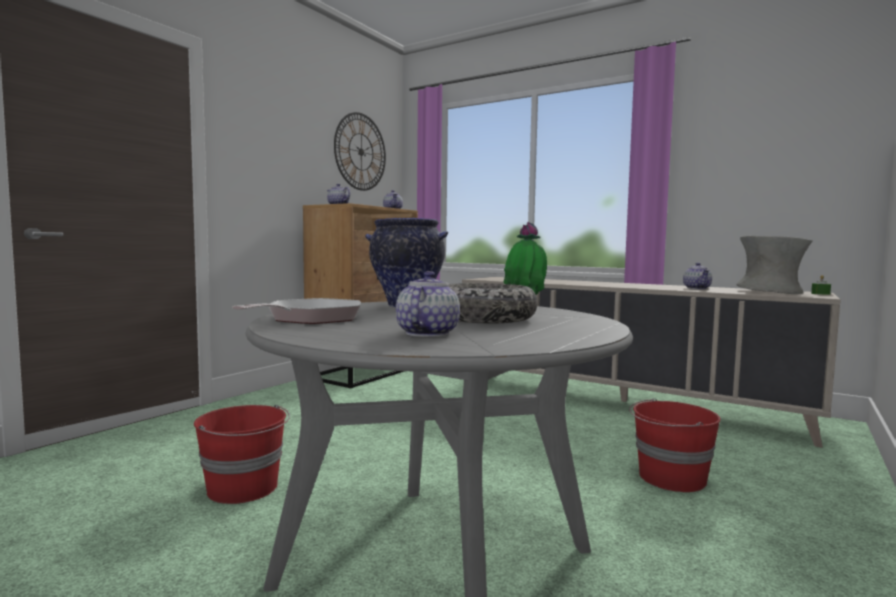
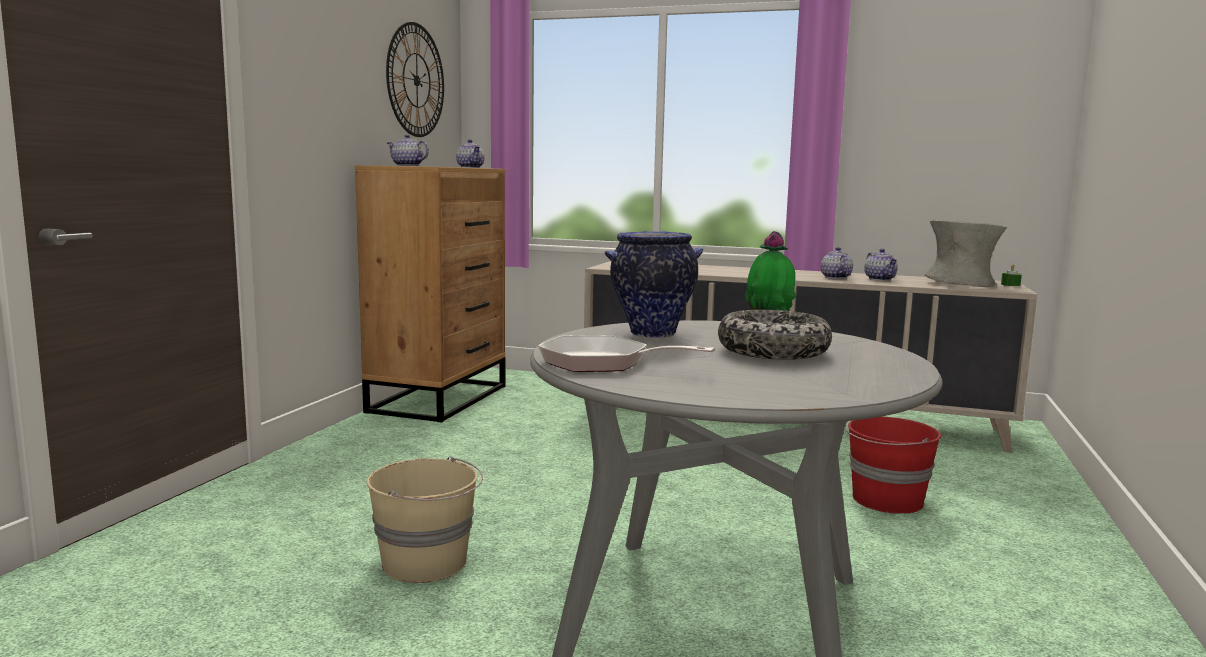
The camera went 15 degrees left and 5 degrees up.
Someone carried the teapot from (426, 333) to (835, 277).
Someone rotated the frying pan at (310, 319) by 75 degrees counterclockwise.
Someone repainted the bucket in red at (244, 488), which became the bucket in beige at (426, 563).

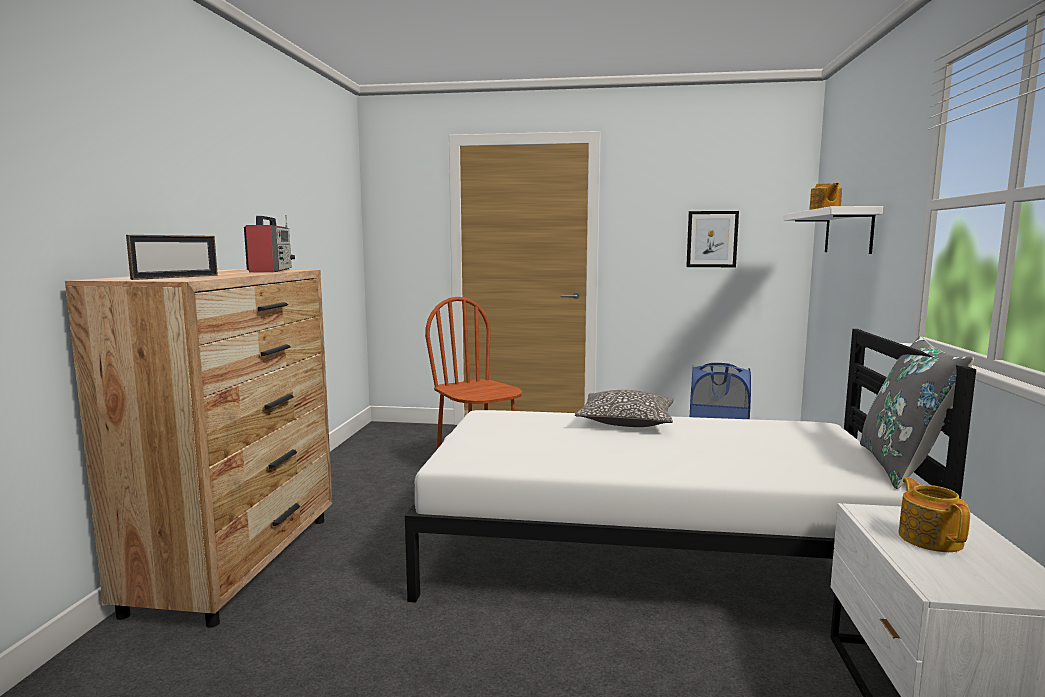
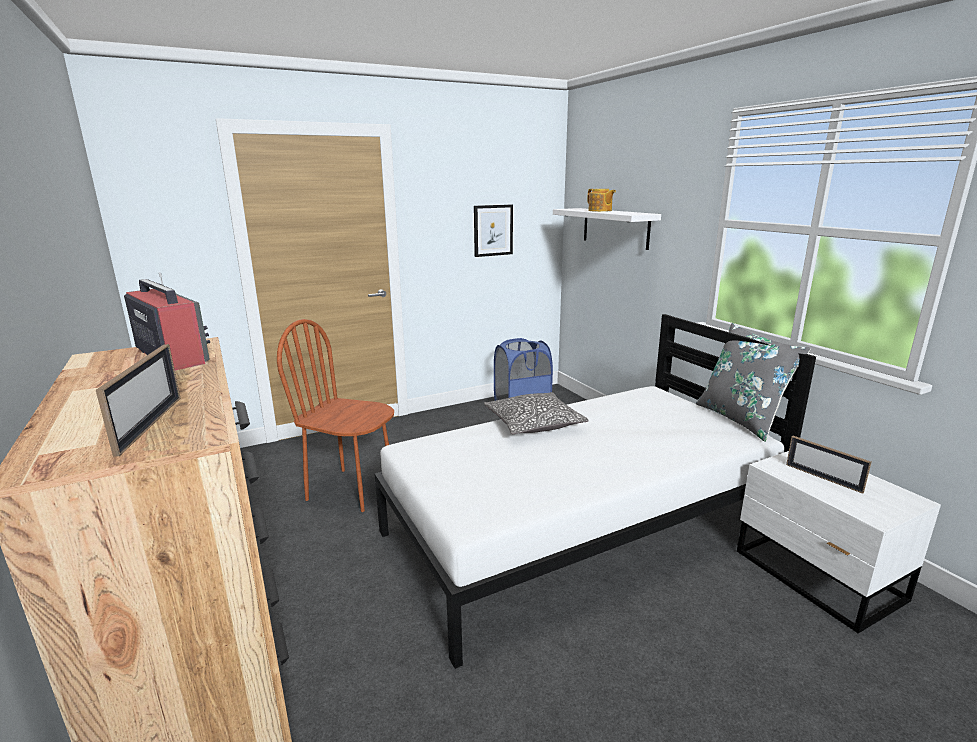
The camera went 35 degrees left and 10 degrees up.
Someone swapped the teapot at (930, 538) for the picture frame at (823, 478).

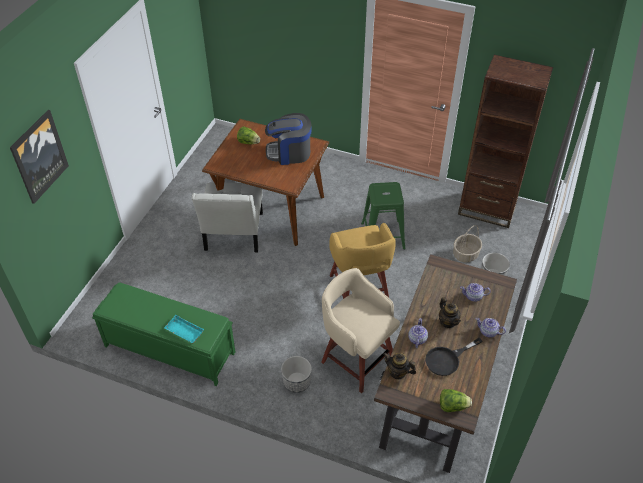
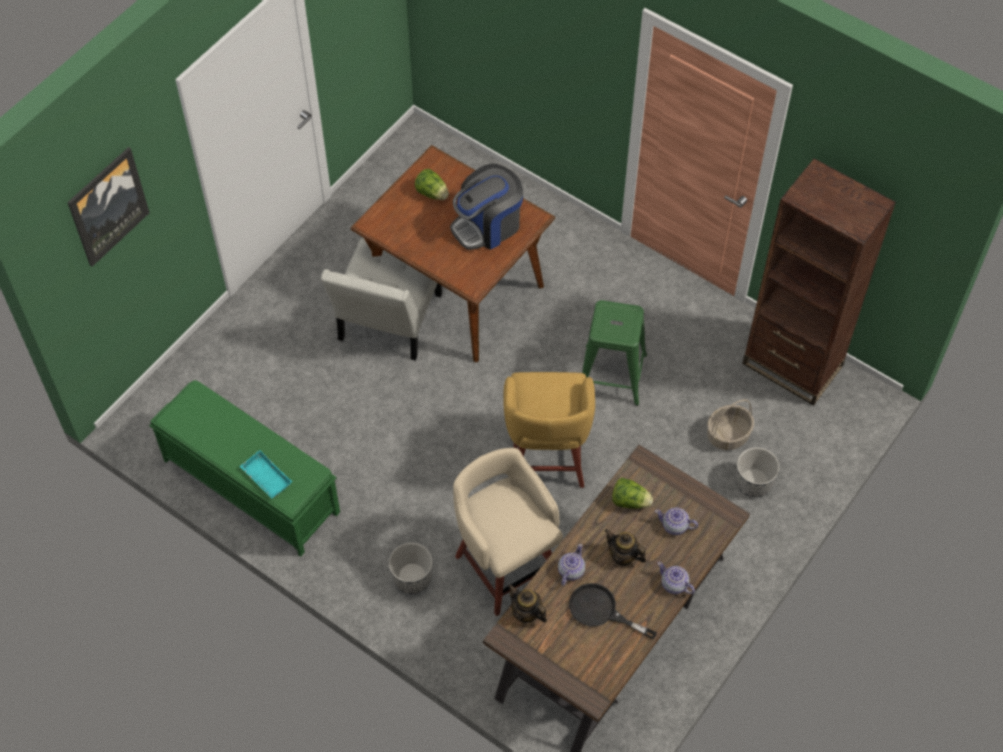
The camera went 15 degrees right and 10 degrees up.
Someone rotated the coffee machine at (289, 153) by 45 degrees counterclockwise.
Someone rotated the teapot at (448, 322) by 135 degrees clockwise.
Someone rotated the frying pan in black at (447, 359) by 45 degrees clockwise.
Someone carried the lettuce from (452, 406) to (630, 501).

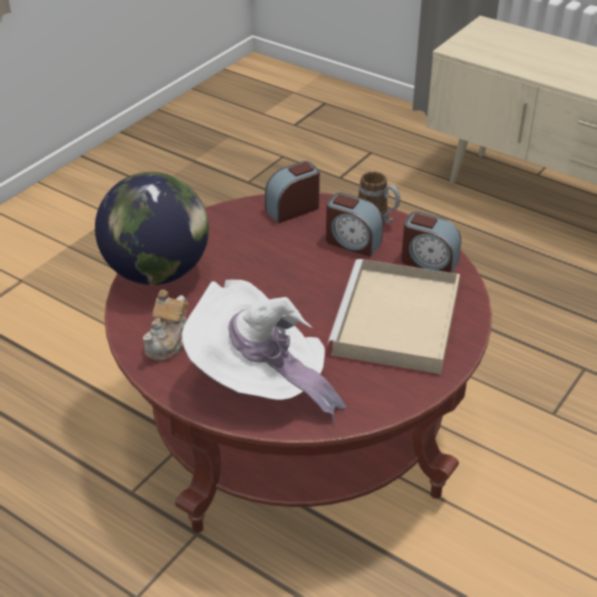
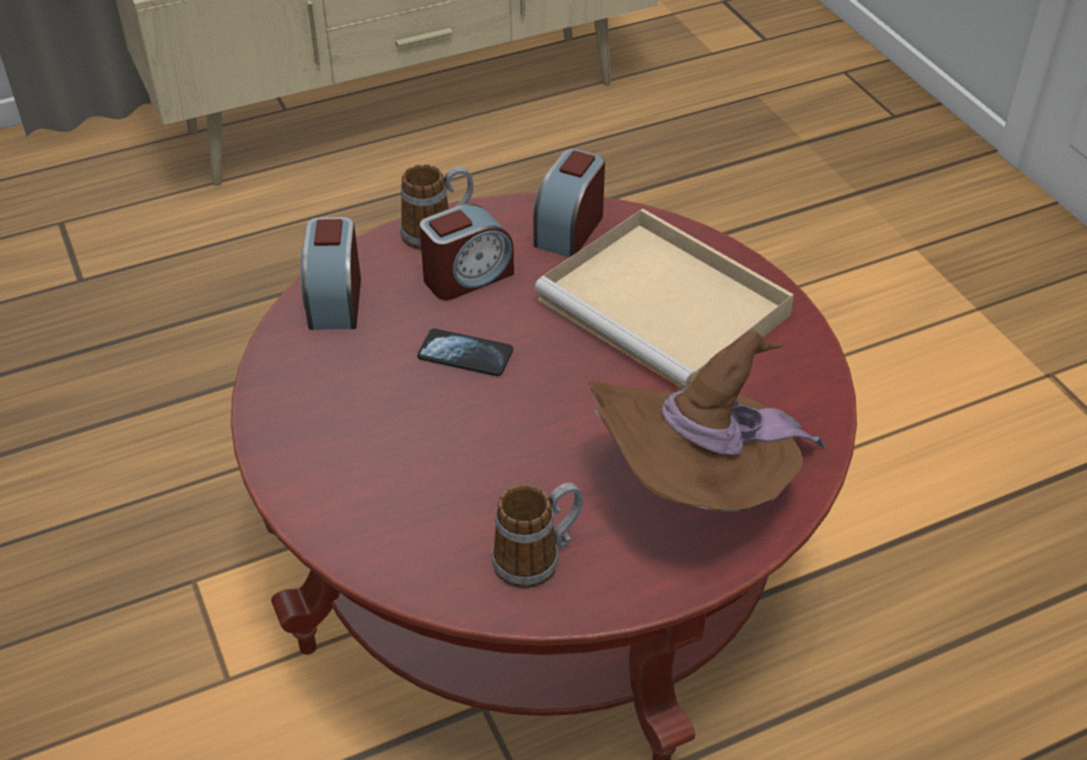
The camera went 60 degrees left and 5 degrees up.
Someone took away the globe at (157, 273).
Someone rotated the alarm clock at (428, 262) by 150 degrees clockwise.
Someone repainted the hat in white at (261, 383), which became the hat in brown at (698, 489).
Someone swapped the teapot at (169, 342) for the mug at (538, 558).
Someone put down the phone at (465, 354).

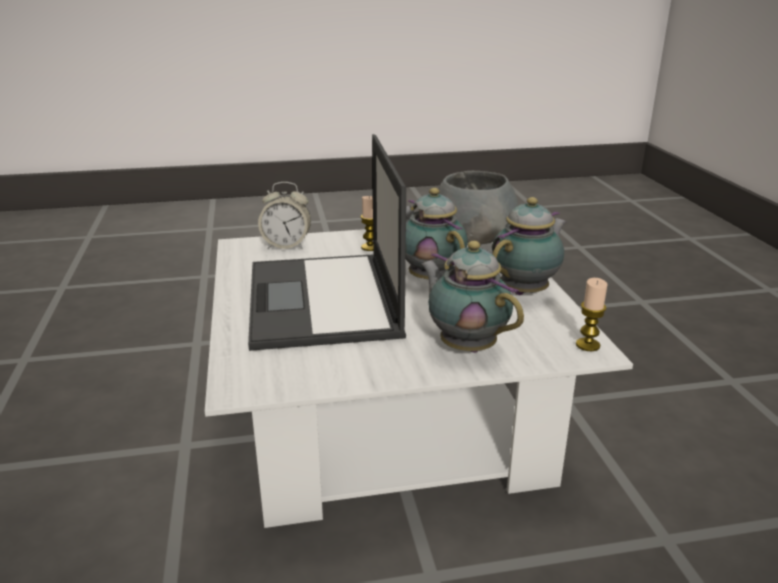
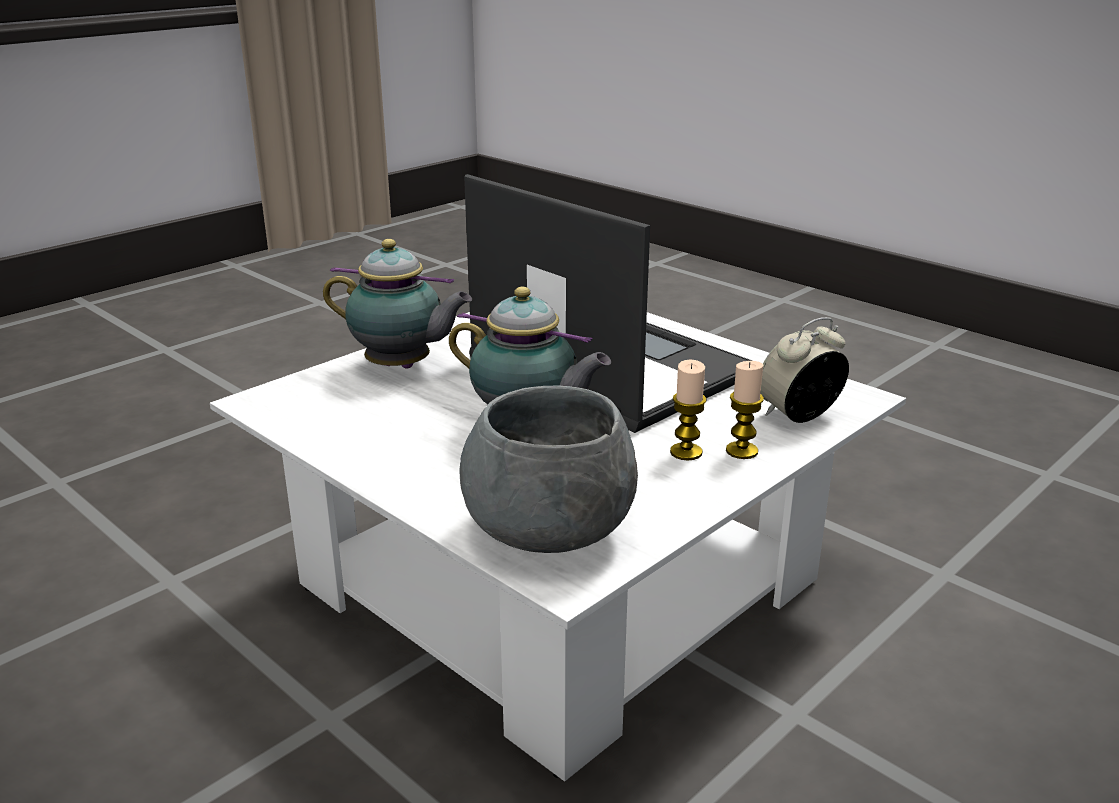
The camera went 145 degrees right and 0 degrees up.
Someone took away the teapot at (526, 291).
Someone carried the candle from (587, 345) to (741, 451).

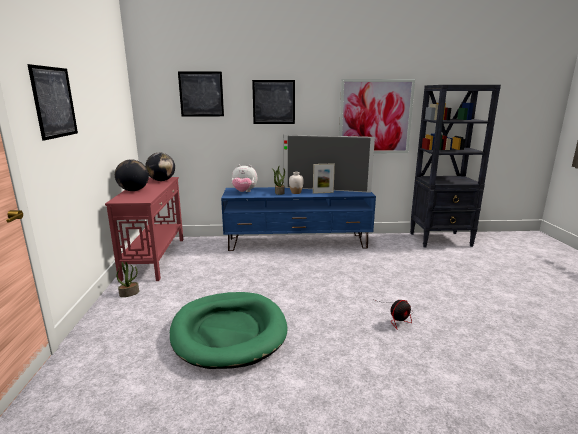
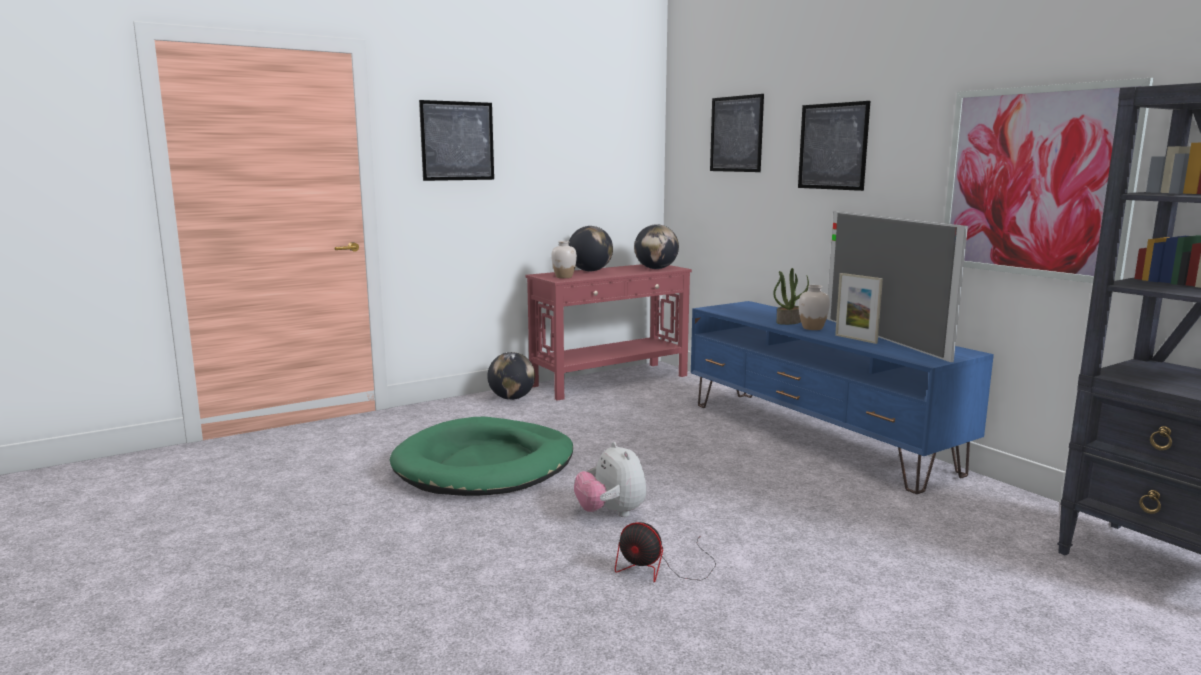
The camera went 60 degrees right and 5 degrees down.
Someone carried the plush toy from (244, 192) to (611, 513).
Someone swapped the potted plant at (129, 293) for the globe at (512, 398).
Someone put down the vase in white at (564, 277).

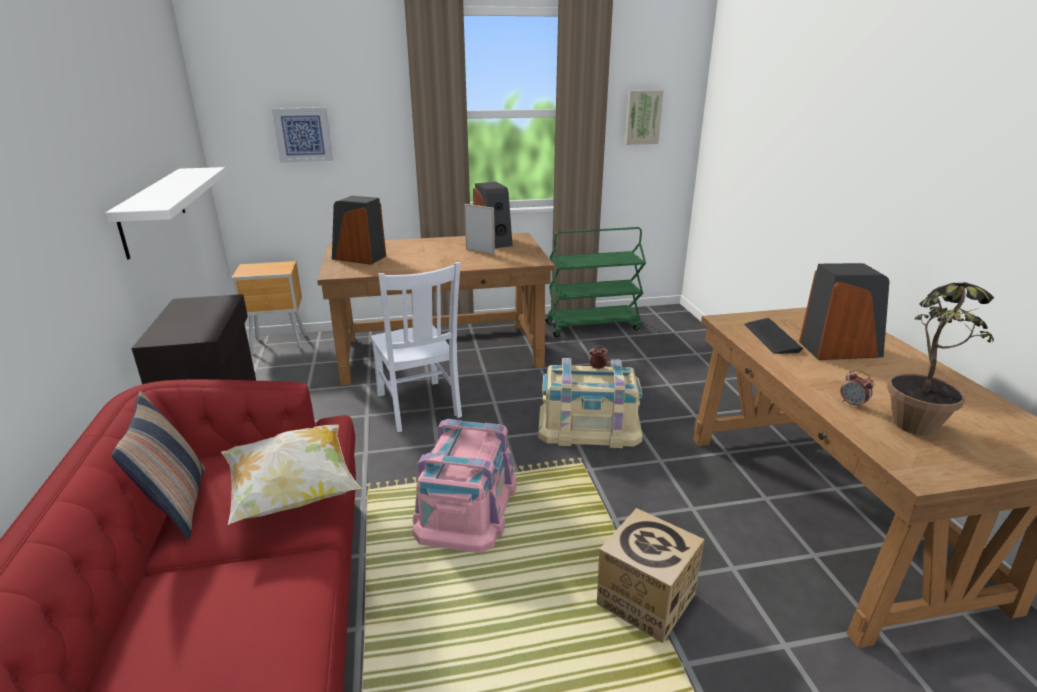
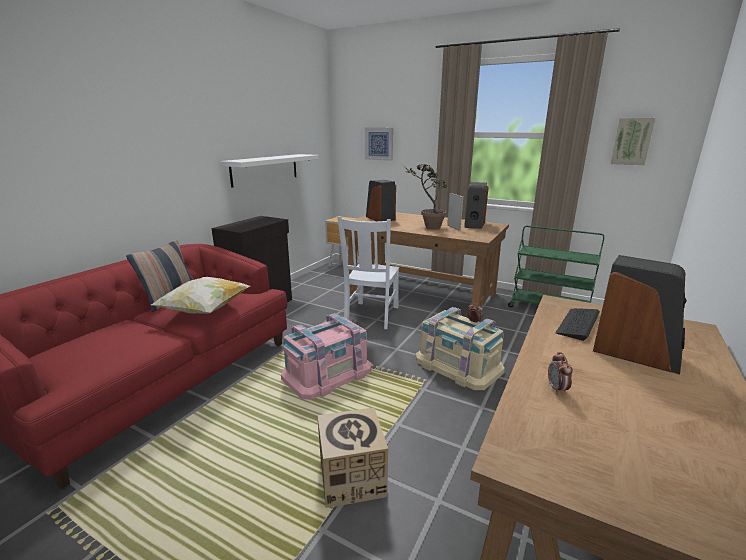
The camera went 40 degrees right and 5 degrees down.
Someone carried the potted plant from (913, 432) to (427, 227).

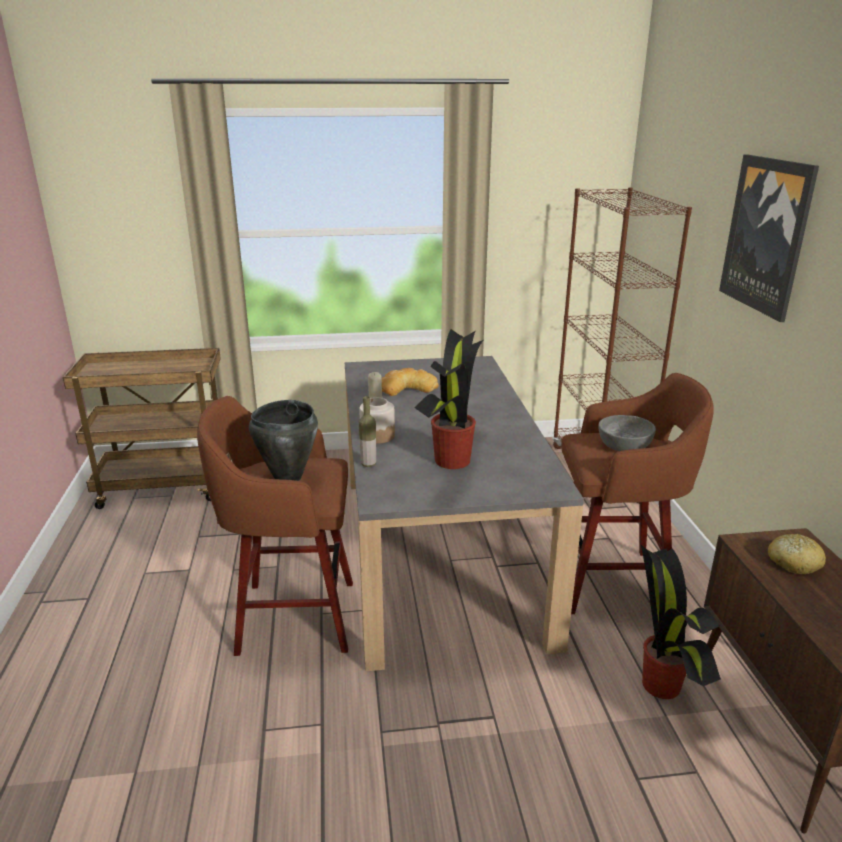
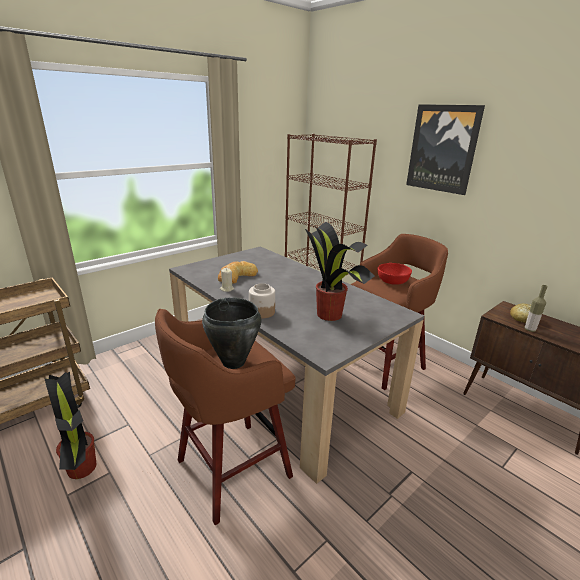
The camera went 35 degrees left and 0 degrees up.
Someone carried the bottle from (368, 464) to (529, 329).
Someone repainted the bowl in grey at (624, 445), which became the bowl in red at (392, 281).
Someone carried the potted plant from (661, 687) to (82, 469).

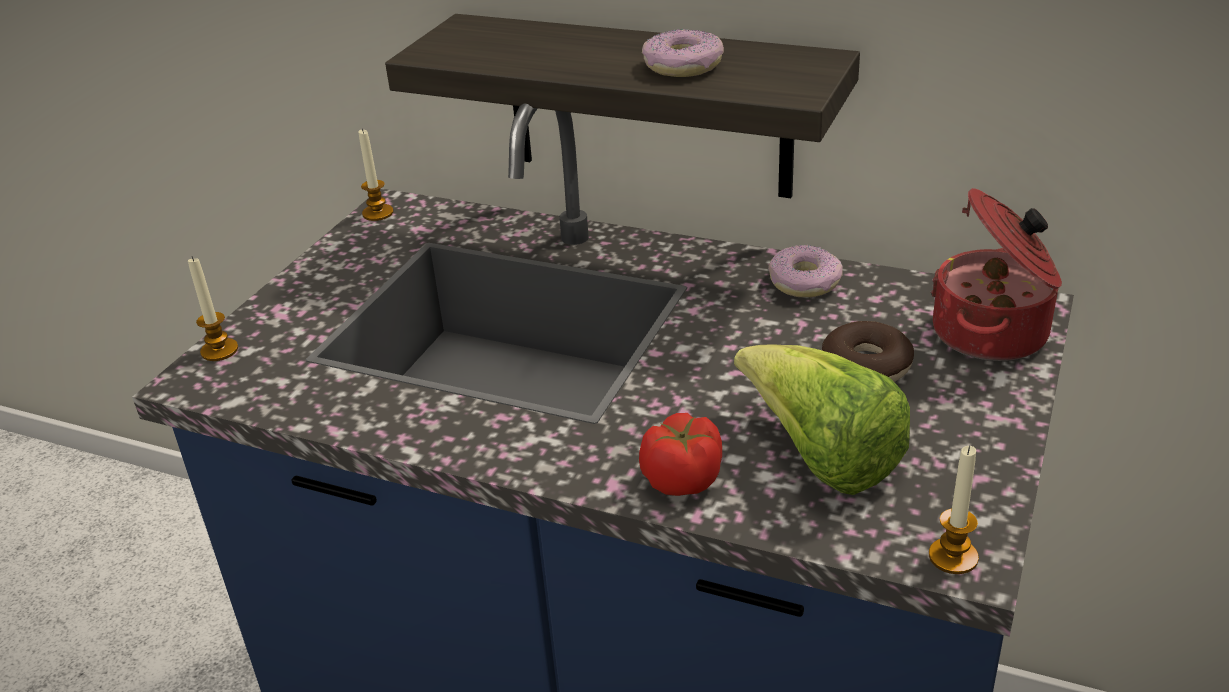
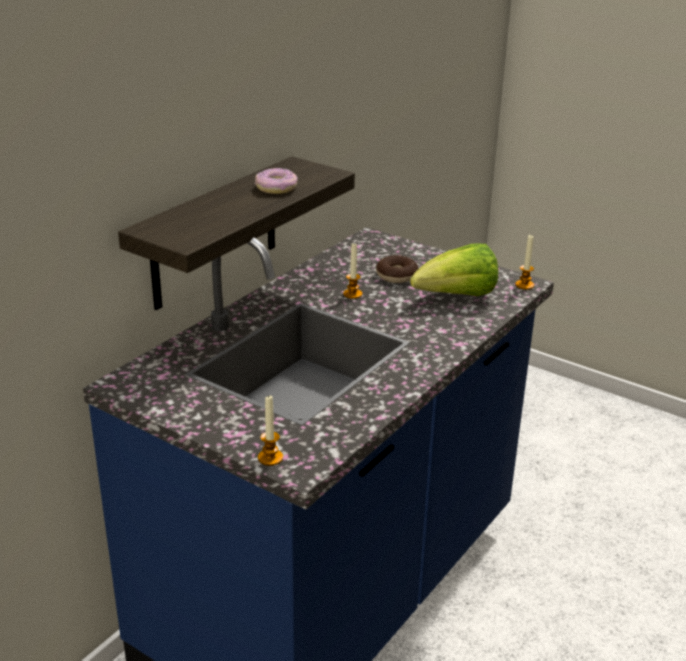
The camera went 80 degrees left and 5 degrees down.
Someone carried the candle from (378, 213) to (352, 294).
Someone took away the cooking pot at (993, 333).
Someone took away the donut at (805, 282).
Someone took away the tomato at (683, 479).

